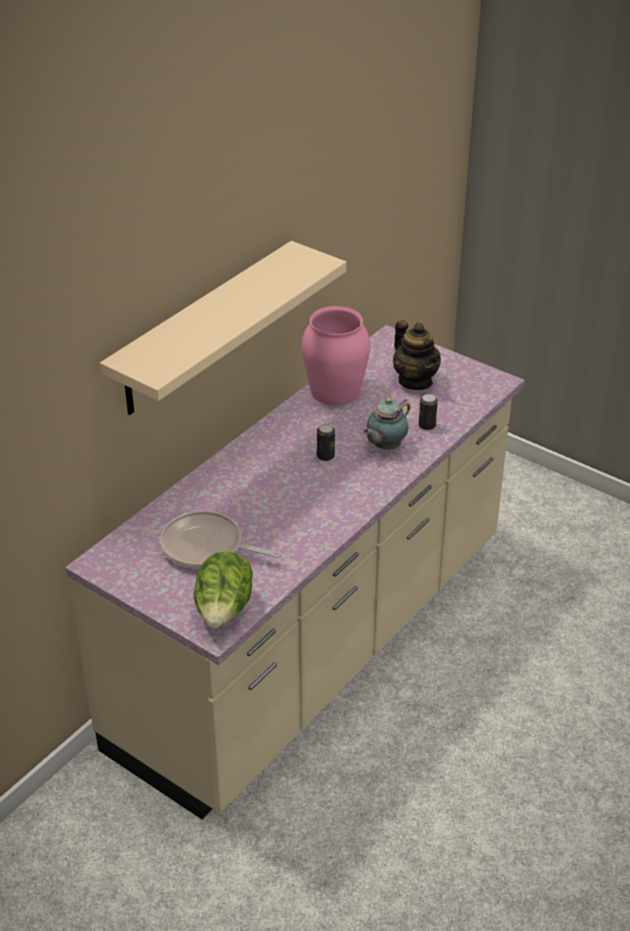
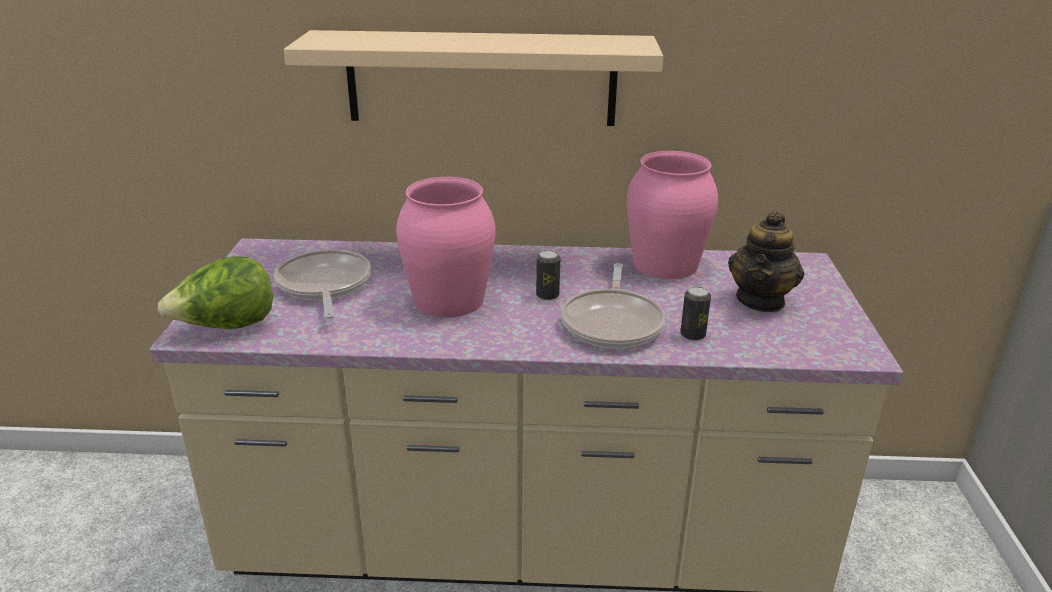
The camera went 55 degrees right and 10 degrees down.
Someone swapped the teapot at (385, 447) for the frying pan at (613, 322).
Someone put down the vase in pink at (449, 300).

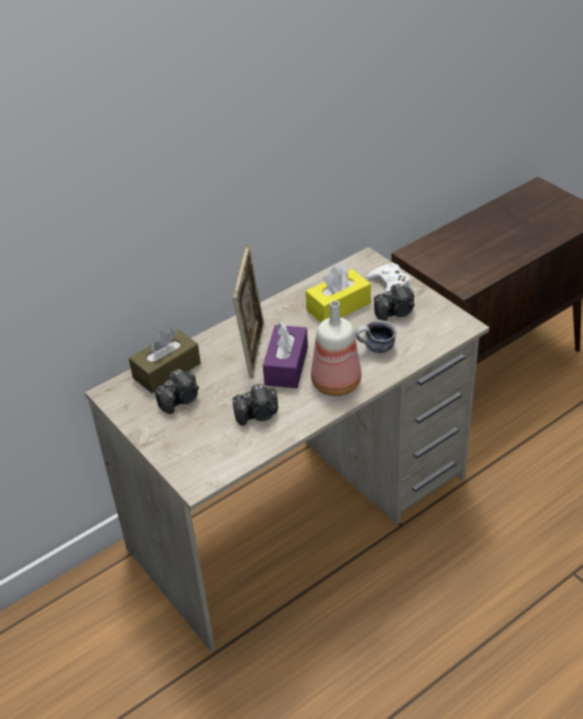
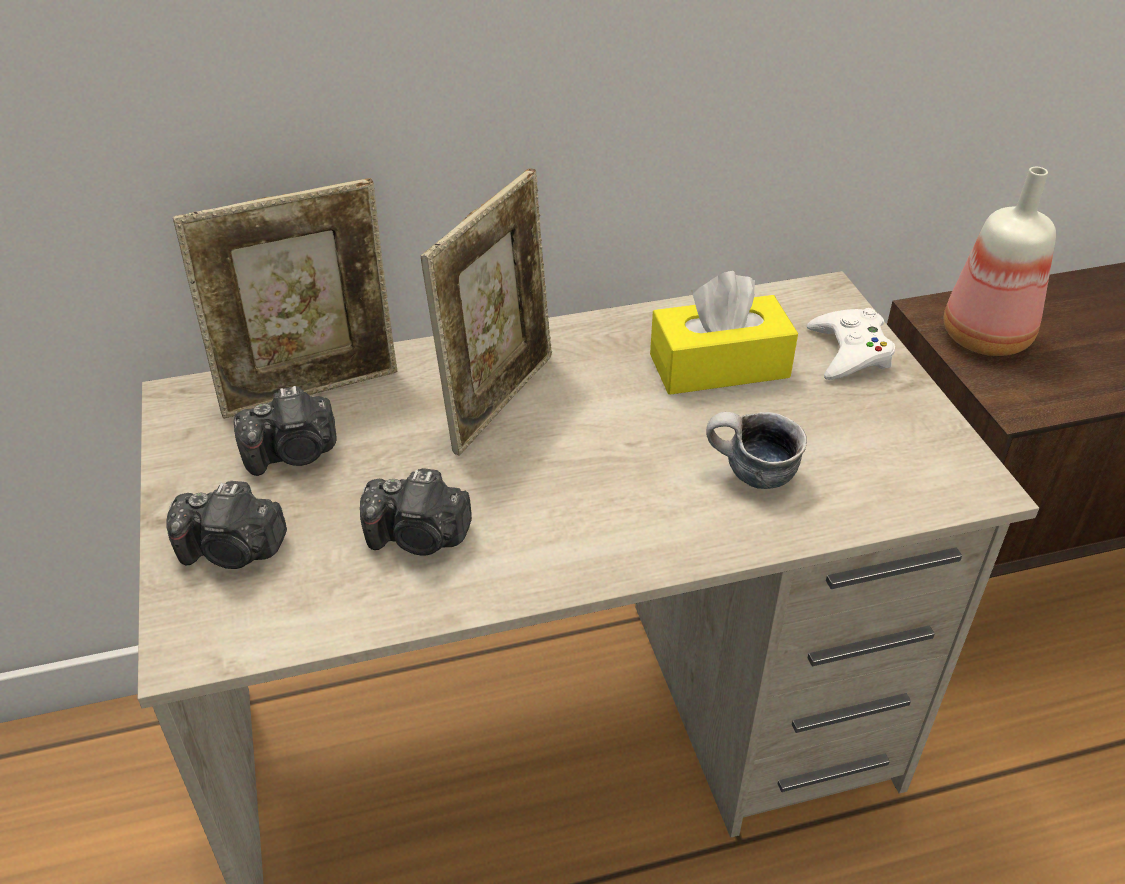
The camera went 20 degrees right and 0 degrees up.
Someone carried the photo camera from (396, 312) to (233, 551).
Someone carried the bottle from (336, 385) to (985, 339).
Someone took away the tissue box in purple at (286, 366).
Someone swapped the tissue box in brown at (167, 371) for the picture frame at (311, 388).

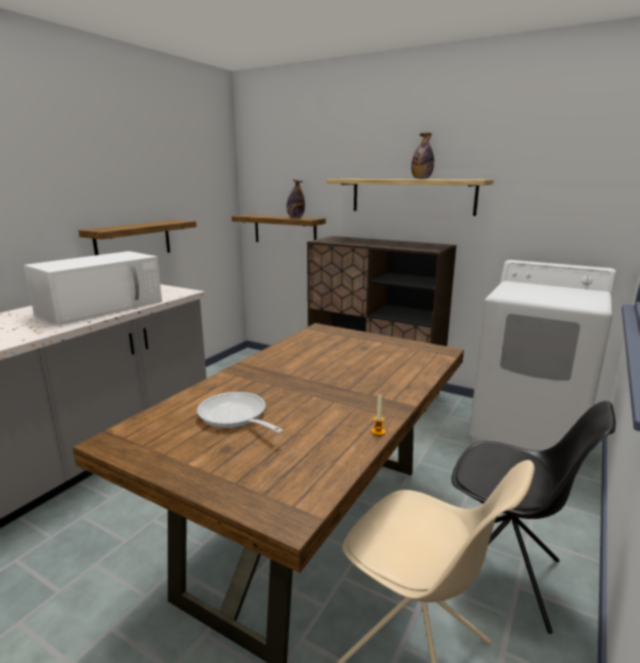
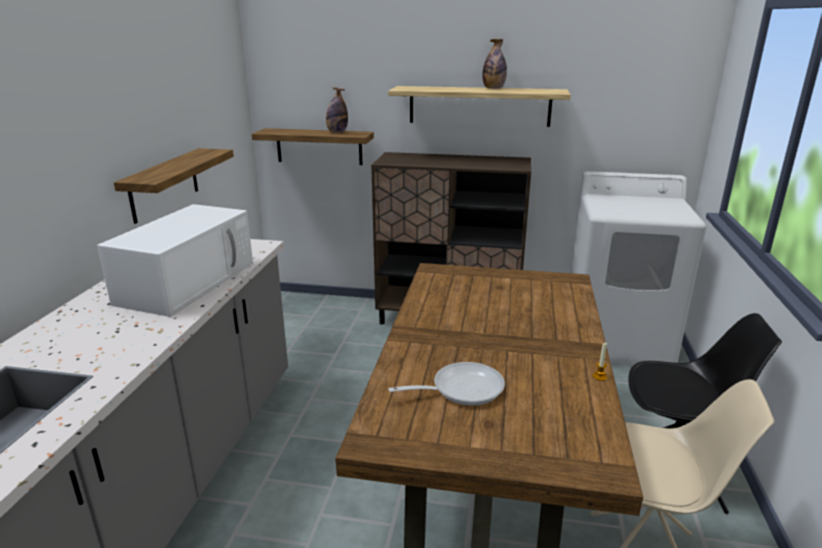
The camera went 20 degrees left and 5 degrees up.
Someone rotated the frying pan at (235, 417) by 135 degrees clockwise.

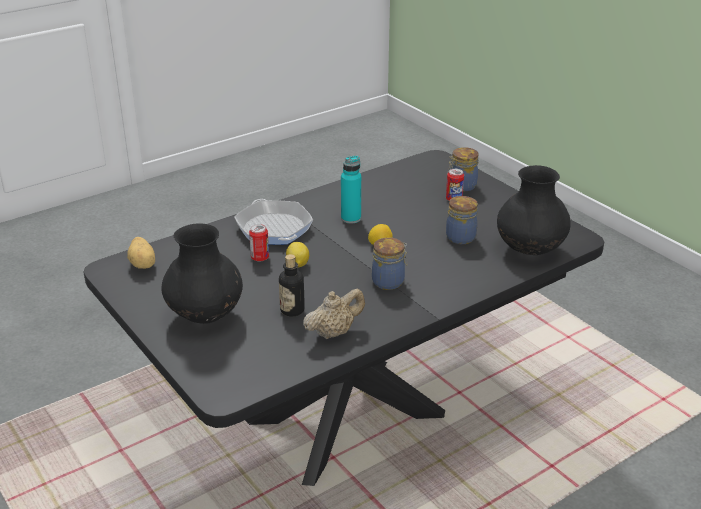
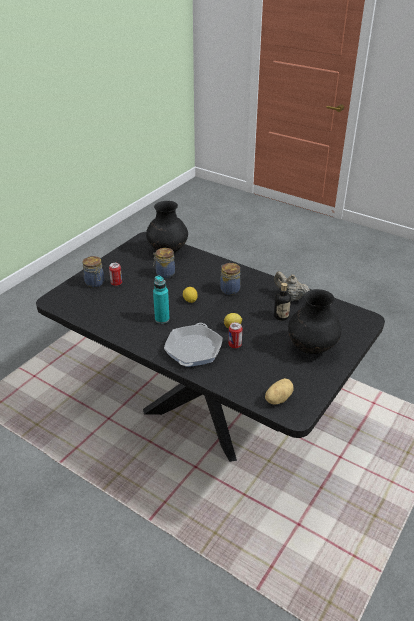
The camera went 110 degrees left and 5 degrees up.
Someone rotated the frying pan at (274, 228) by 150 degrees clockwise.

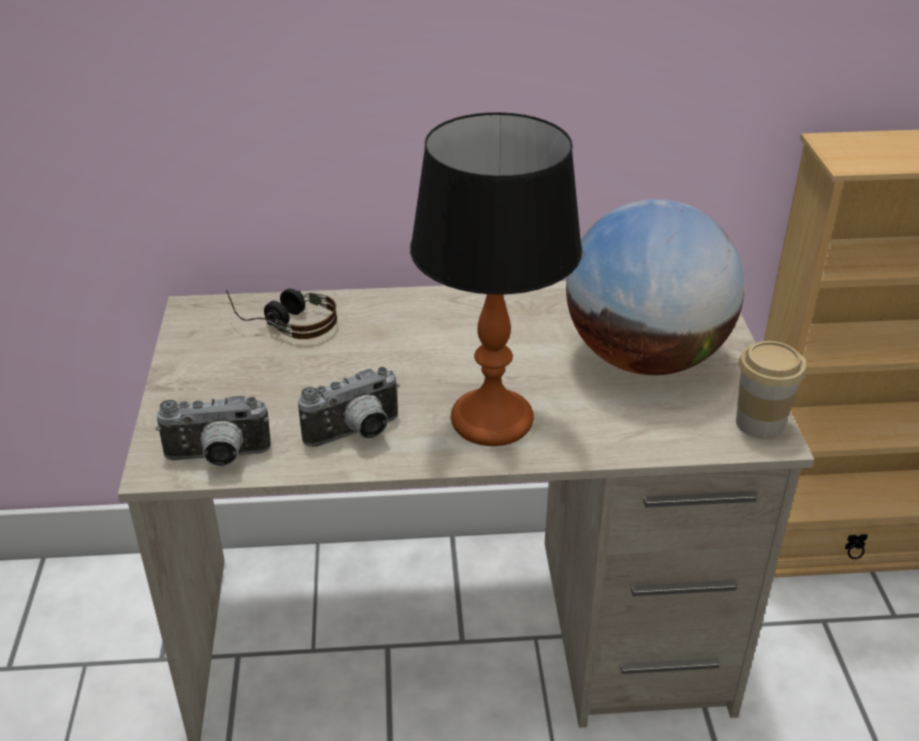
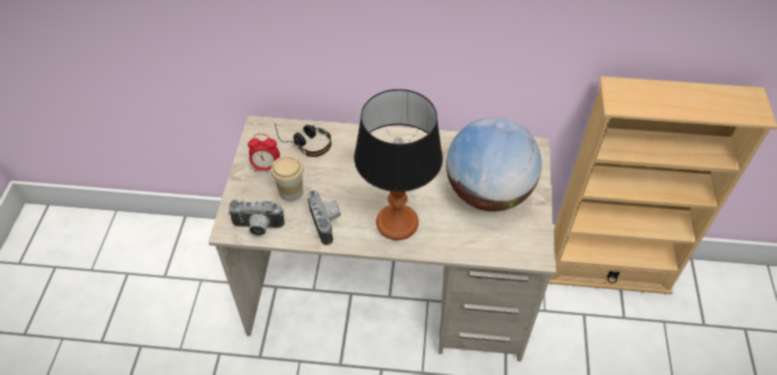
The camera went 10 degrees right and 15 degrees up.
Someone carried the cup from (759, 423) to (291, 192).
Someone rotated the photo camera at (356, 435) by 90 degrees counterclockwise.
Someone put down the alarm clock at (266, 167).

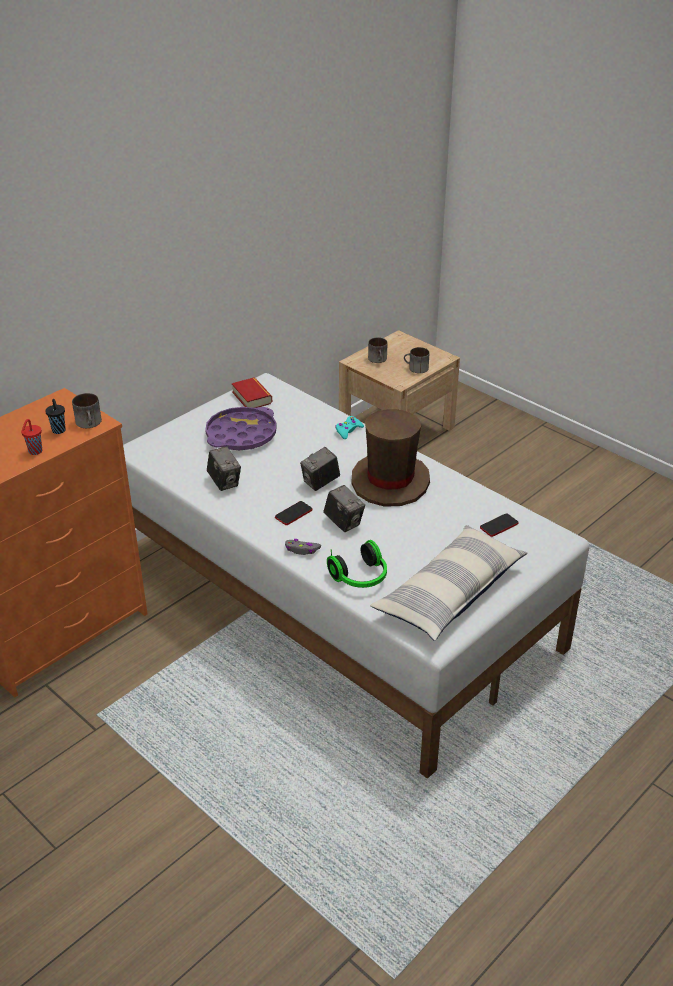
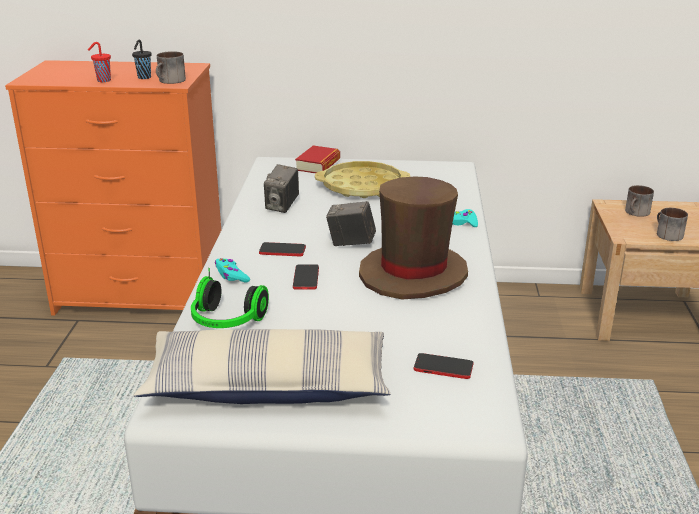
The camera went 50 degrees right and 10 degrees down.
Someone carried the book from (252, 397) to (318, 165).
Someone repainted the tray in purple at (241, 435), which became the tray in yellow at (362, 186).
Someone swapped the photo camera at (344, 522) for the phone at (306, 278).
Someone repainted the game controller in grey at (302, 550), which became the game controller in turquoise at (231, 275).

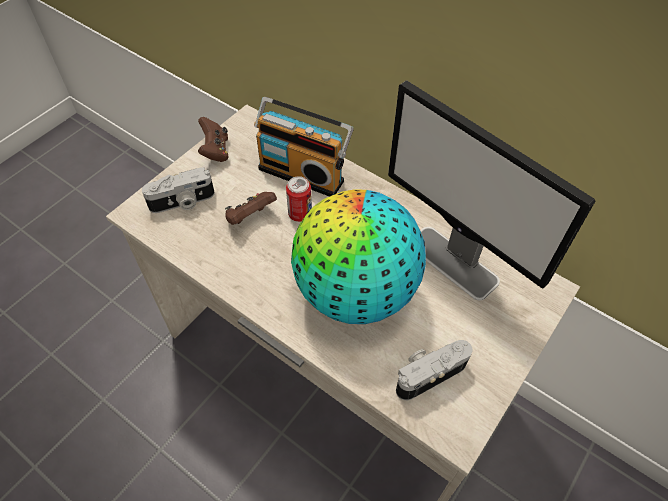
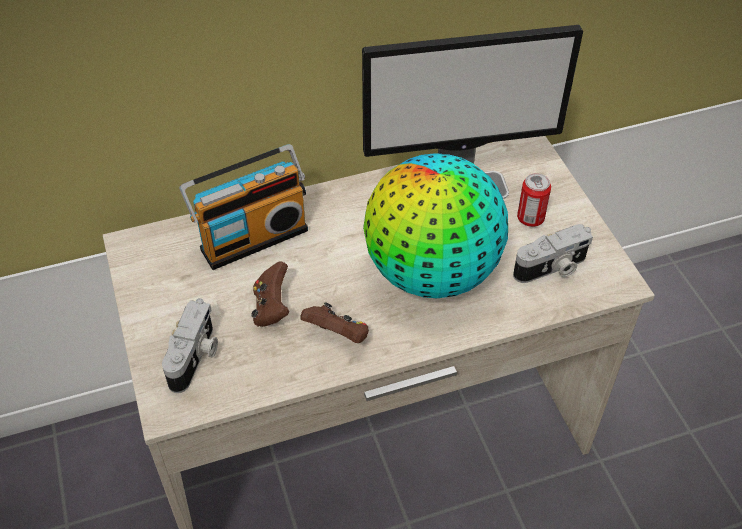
The camera went 55 degrees left and 5 degrees down.
Someone carried the game controller in brown from (215, 151) to (338, 335).
Someone carried the can from (300, 214) to (530, 218).
Someone rotated the photo camera at (428, 373) by 120 degrees counterclockwise.

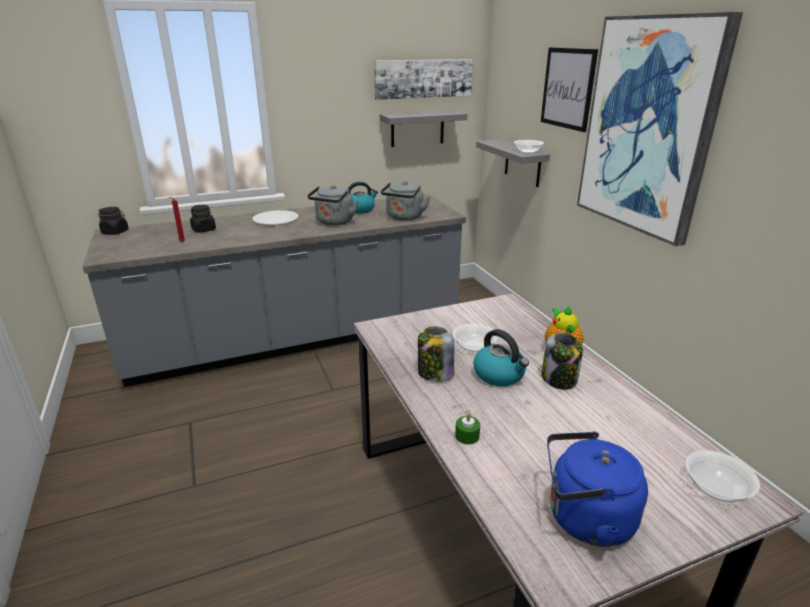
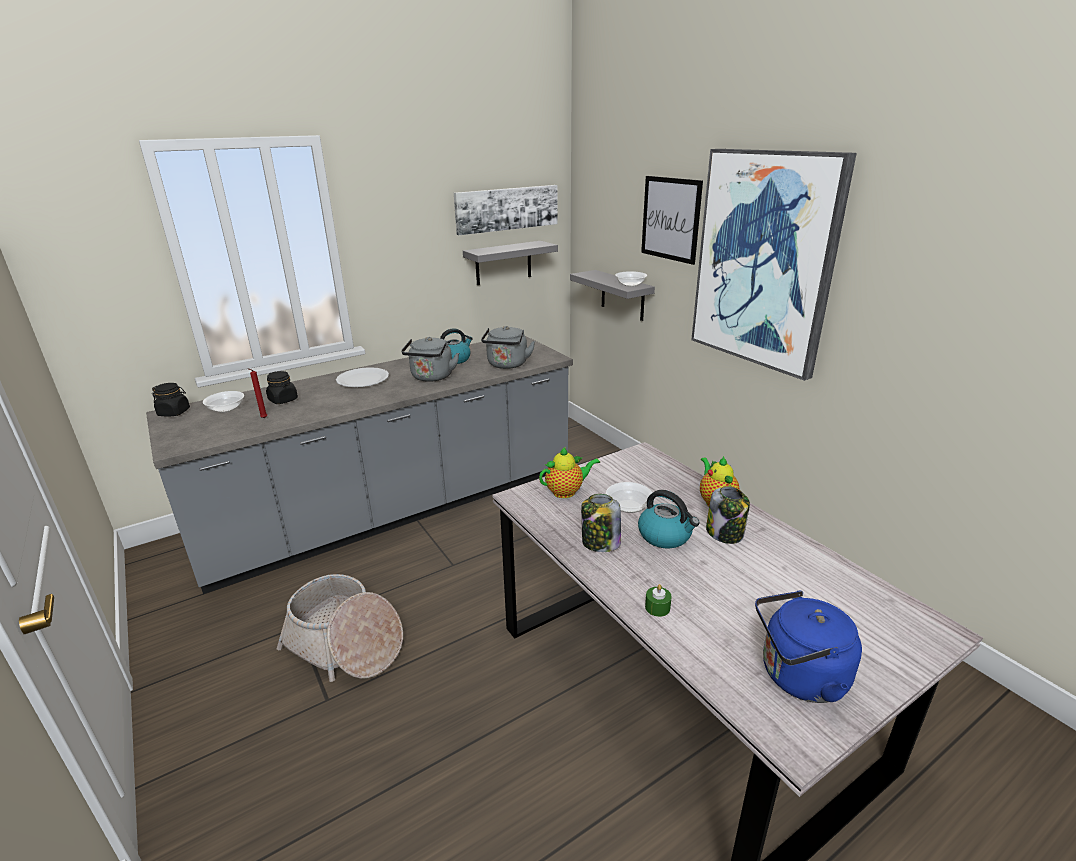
The camera went 10 degrees left and 0 degrees up.
Someone carried the bowl from (716, 488) to (226, 409).
Someone put down the teapot at (566, 492).
Someone put down the basket at (345, 645).

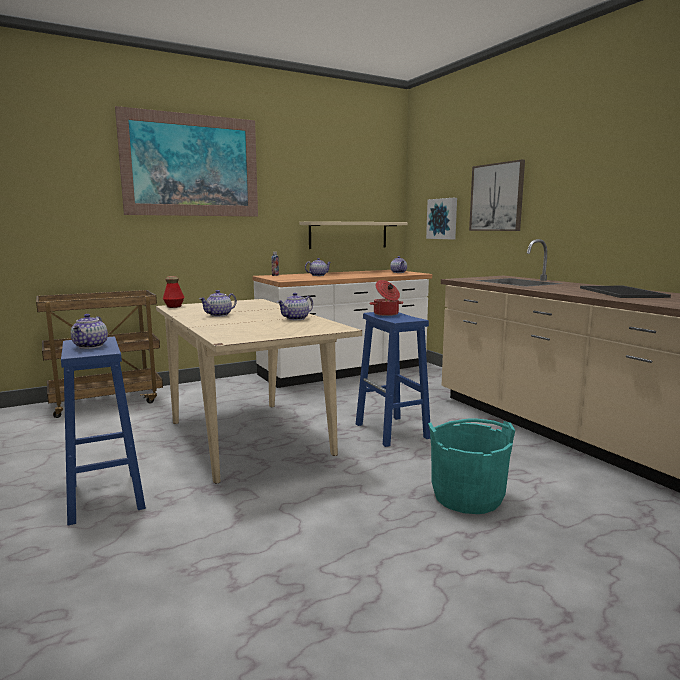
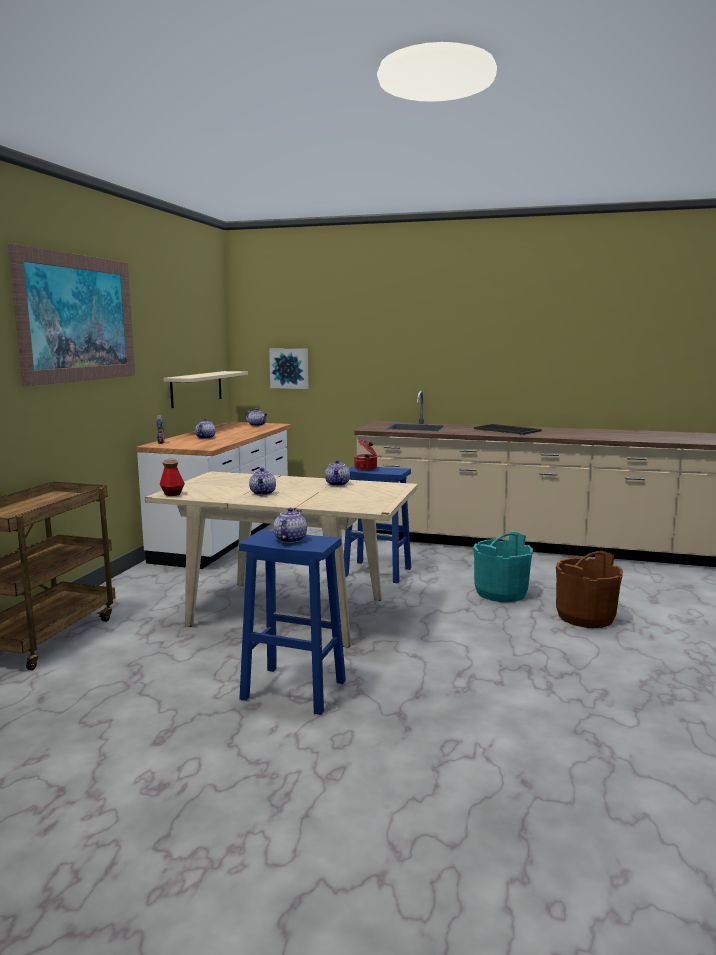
The camera went 45 degrees left and 0 degrees up.
Someone took away the picture at (497, 197).
Someone rotated the teapot at (91, 346) by 120 degrees counterclockwise.
Someone put down the bucket in brown at (585, 617).

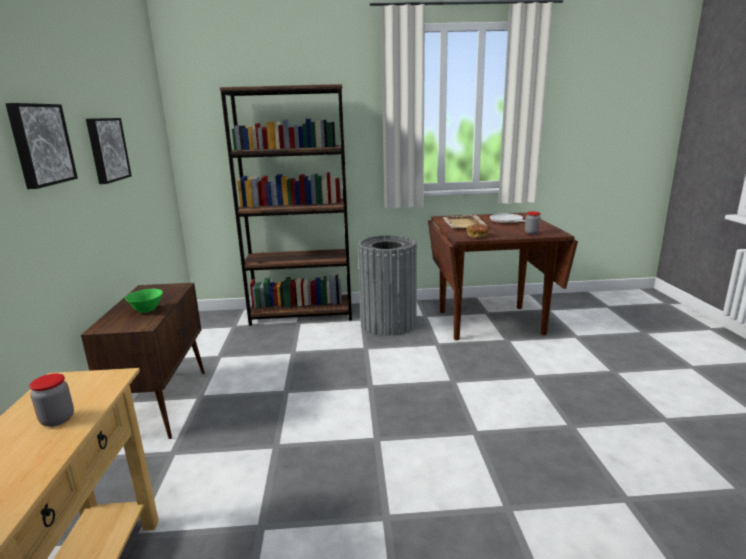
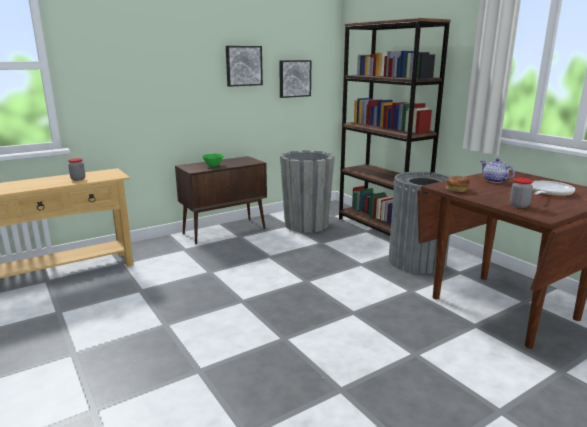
The camera went 60 degrees right and 0 degrees up.
Someone carried the picture from (40, 144) to (294, 78).
Someone swapped the tray in beige at (464, 224) for the teapot at (494, 181).
Someone put down the planter in grey at (306, 225).

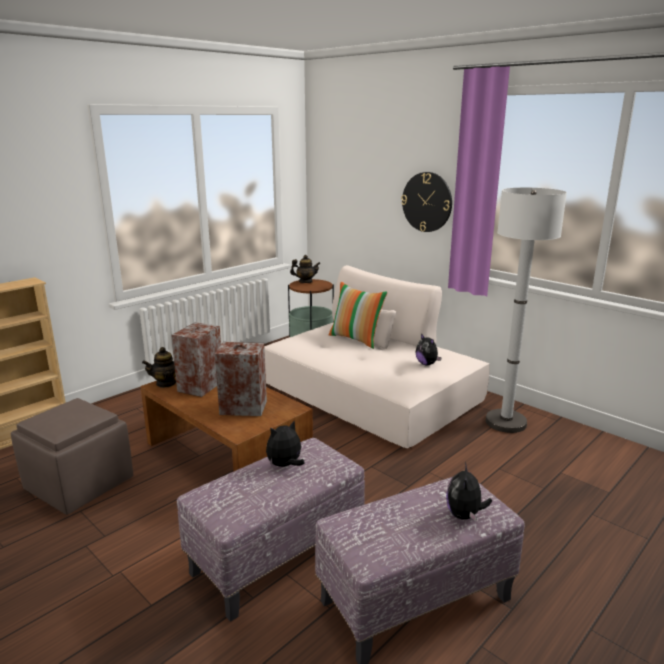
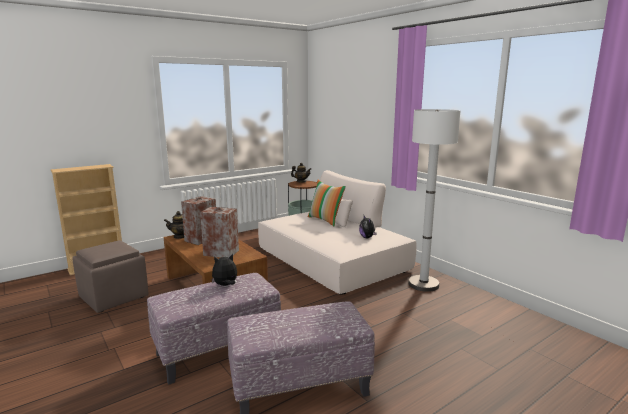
The camera went 10 degrees right and 5 degrees down.
Someone took away the wall clock at (427, 202).
Someone took away the plush toy at (464, 515).

